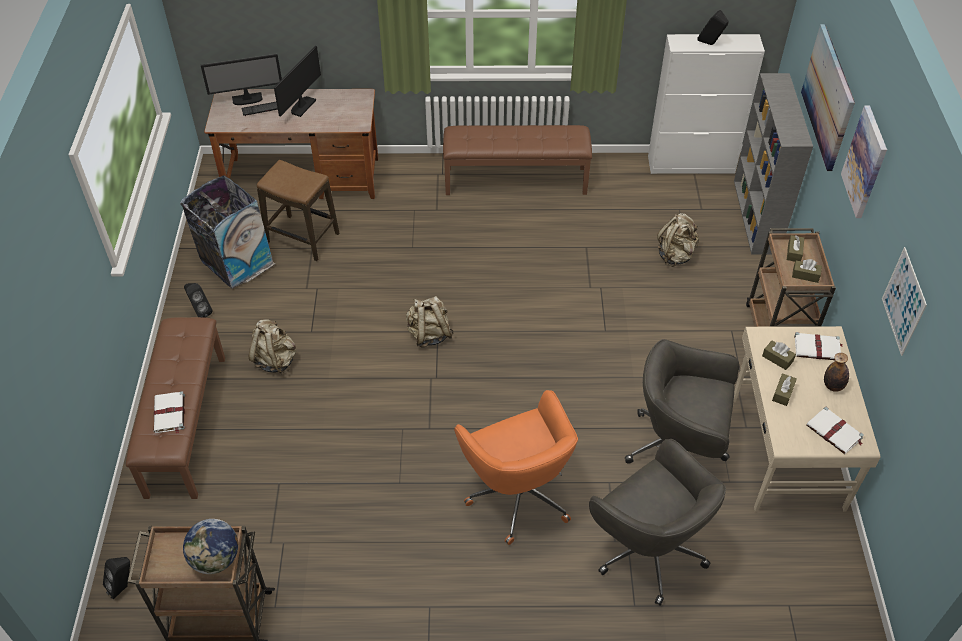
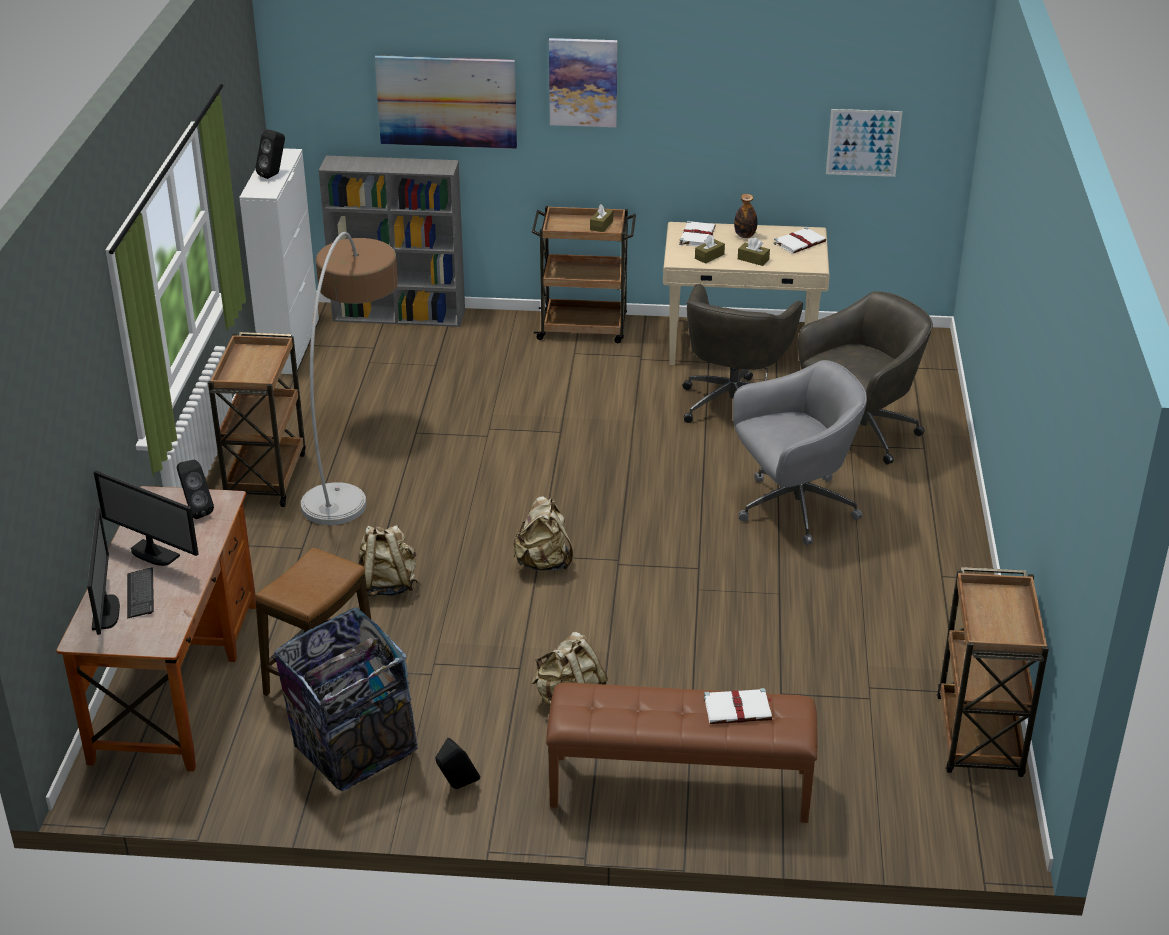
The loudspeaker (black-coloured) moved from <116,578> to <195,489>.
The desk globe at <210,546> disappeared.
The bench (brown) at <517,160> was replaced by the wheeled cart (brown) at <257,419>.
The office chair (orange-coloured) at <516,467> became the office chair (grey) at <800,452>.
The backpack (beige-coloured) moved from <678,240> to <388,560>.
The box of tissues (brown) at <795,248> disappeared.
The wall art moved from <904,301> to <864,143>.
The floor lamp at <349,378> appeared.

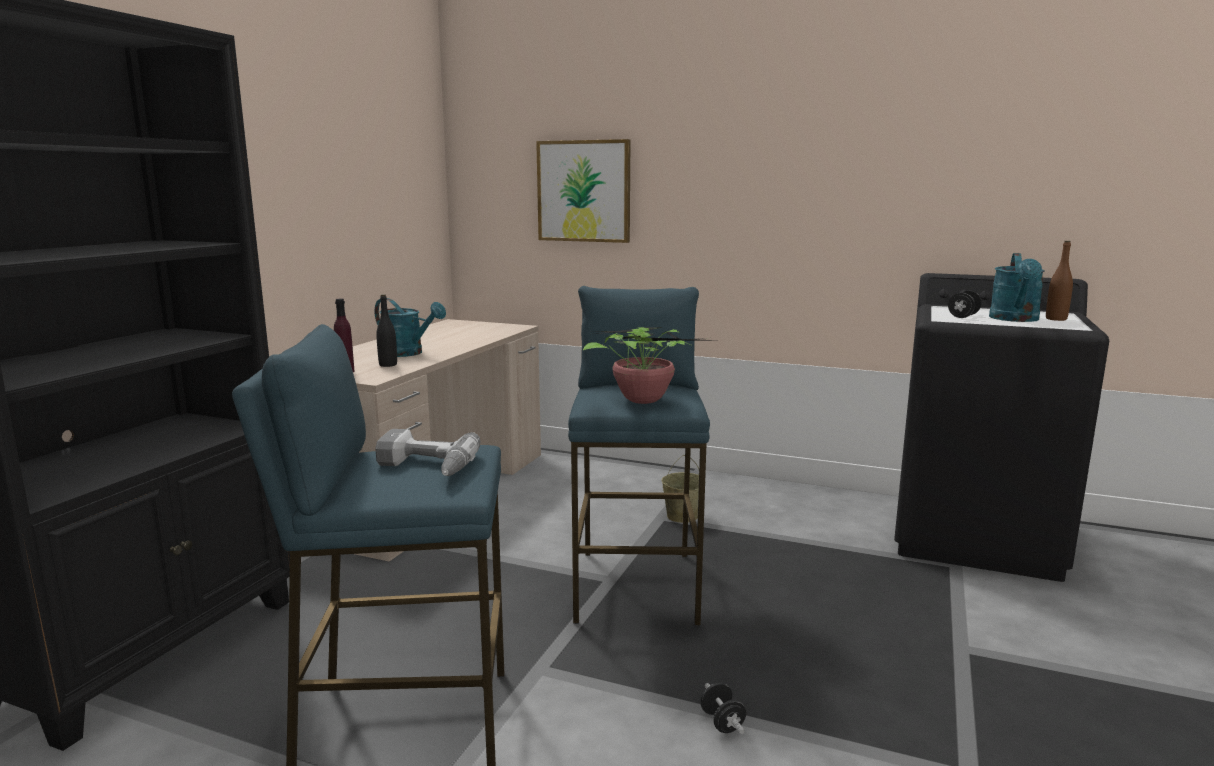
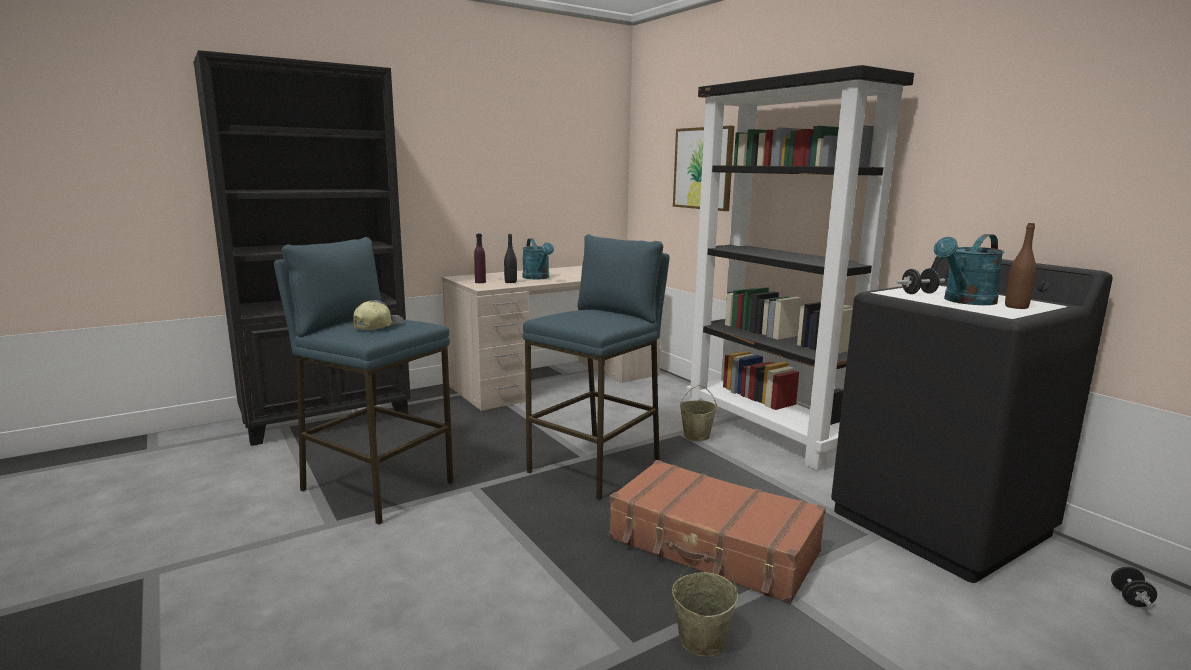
The drill at <427,452> was replaced by the peaked cap at <378,315>.
The plant in a pot at <652,365> disappeared.
The hand weight (black-coloured) moved from <723,708> to <1134,587>.
The suitcase (brown) at <717,532> appeared.
The bucket (beige-coloured) at <705,606> appeared.
The shelving unit (black-coloured) at <800,268> appeared.

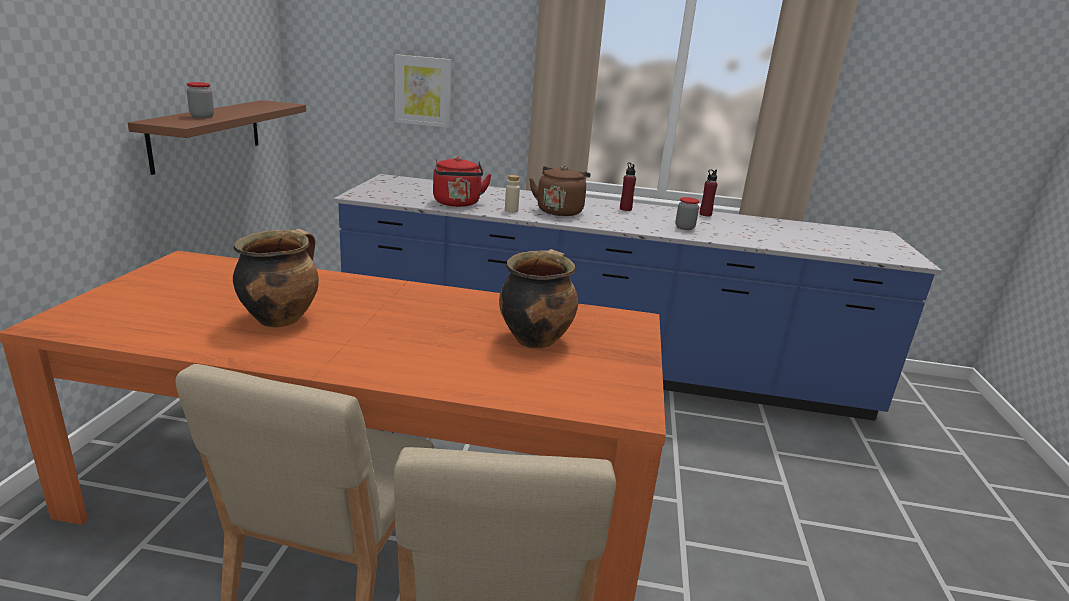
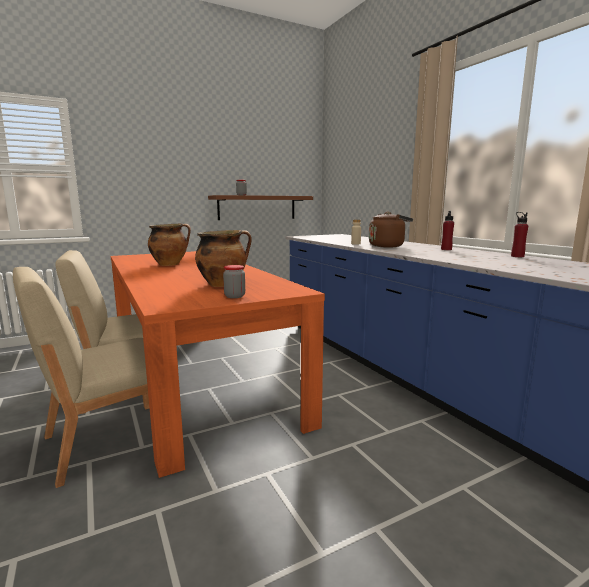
The wall art at <423,91> disappeared.
The water kettle (reddish) at <462,182> disappeared.
The jar moved from <687,213> to <234,281>.

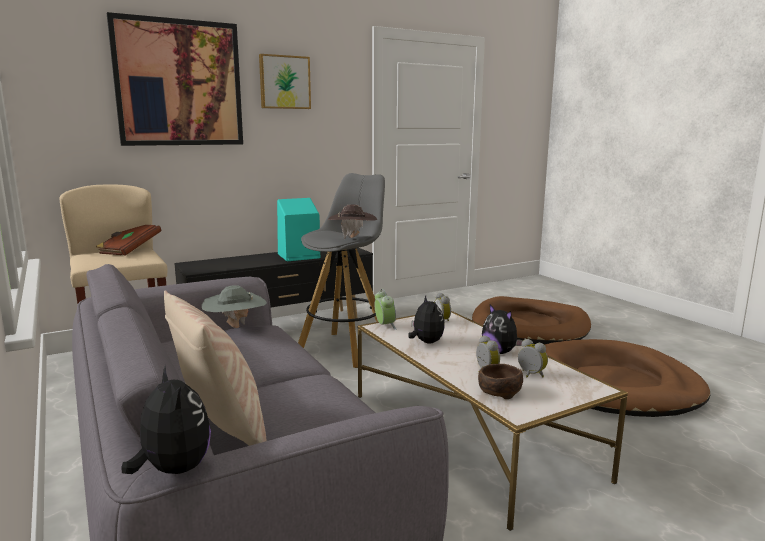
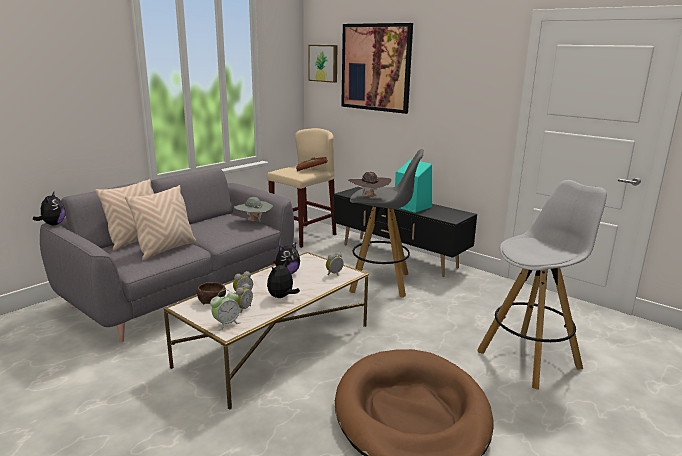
The soft toy at <166,419> turned 45 degrees counterclockwise.
The wall art moved from <285,81> to <322,64>.
The alarm clock moved from <385,309> to <225,310>.
The dog bed (brown) at <531,320> was replaced by the sitting stool (white) at <542,285>.
The pillow (beige-coloured) at <161,223> appeared.

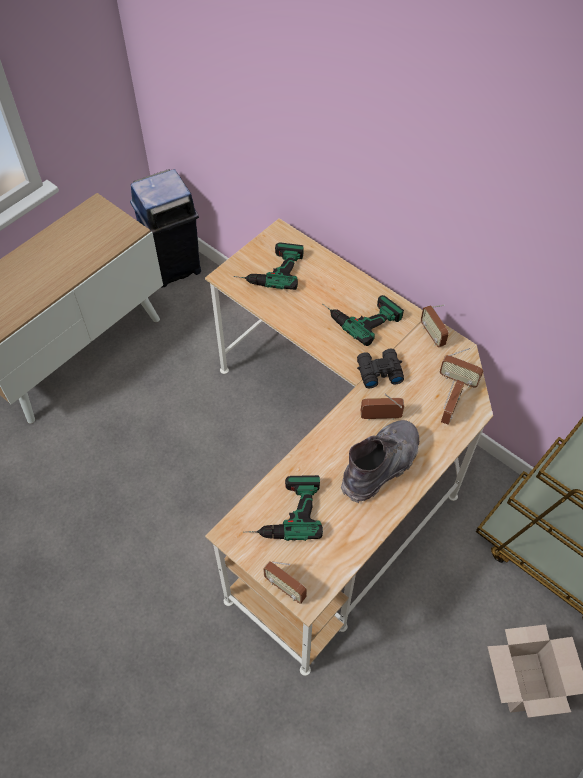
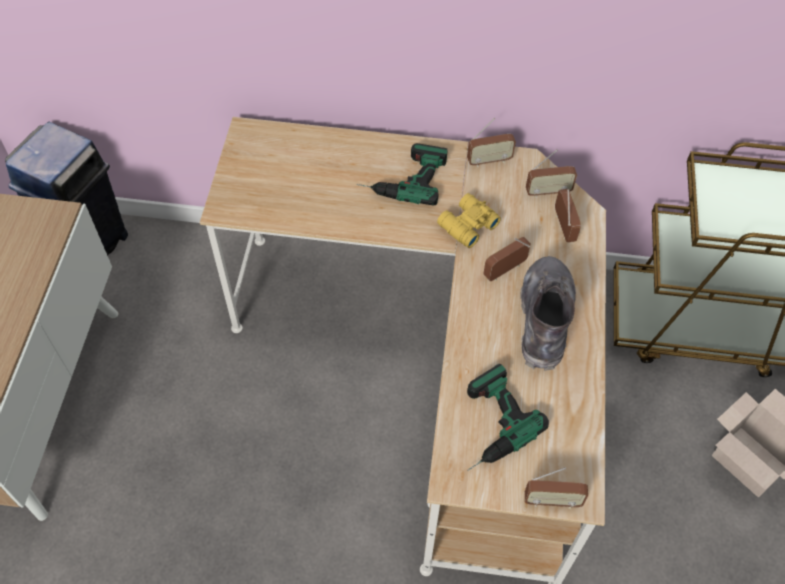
The drill at <269,266> disappeared.
The binoculars (black-coloured) at <380,368> became the binoculars (yellow) at <469,220>.
The radio receiver at <435,326> turned 45 degrees counterclockwise.

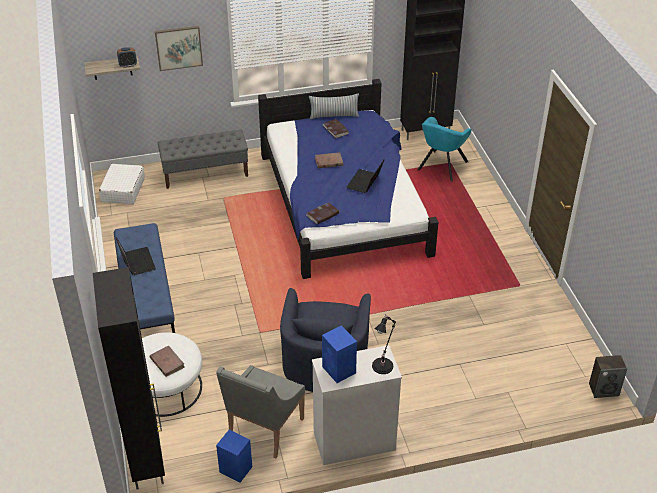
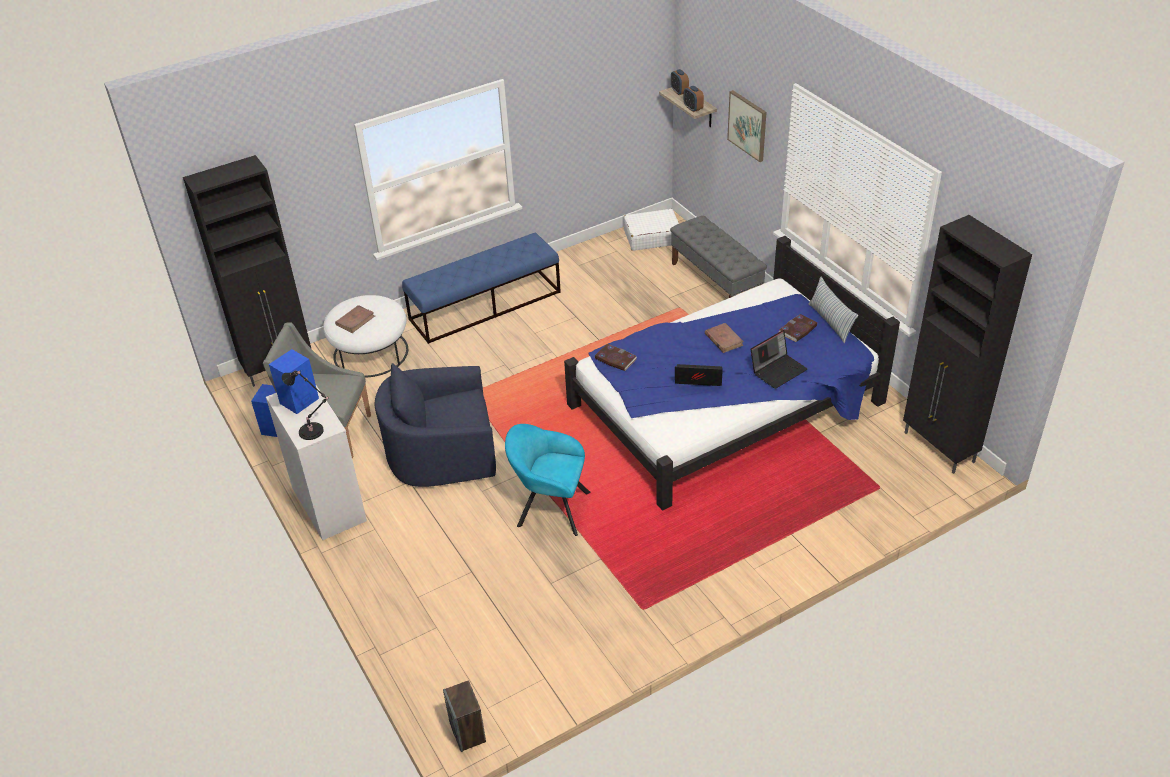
The portable computer moved from <136,256> to <779,359>.
The lounge chair (turquoise-coloured) moved from <444,149> to <547,480>.
The alarm clock at <680,82> appeared.

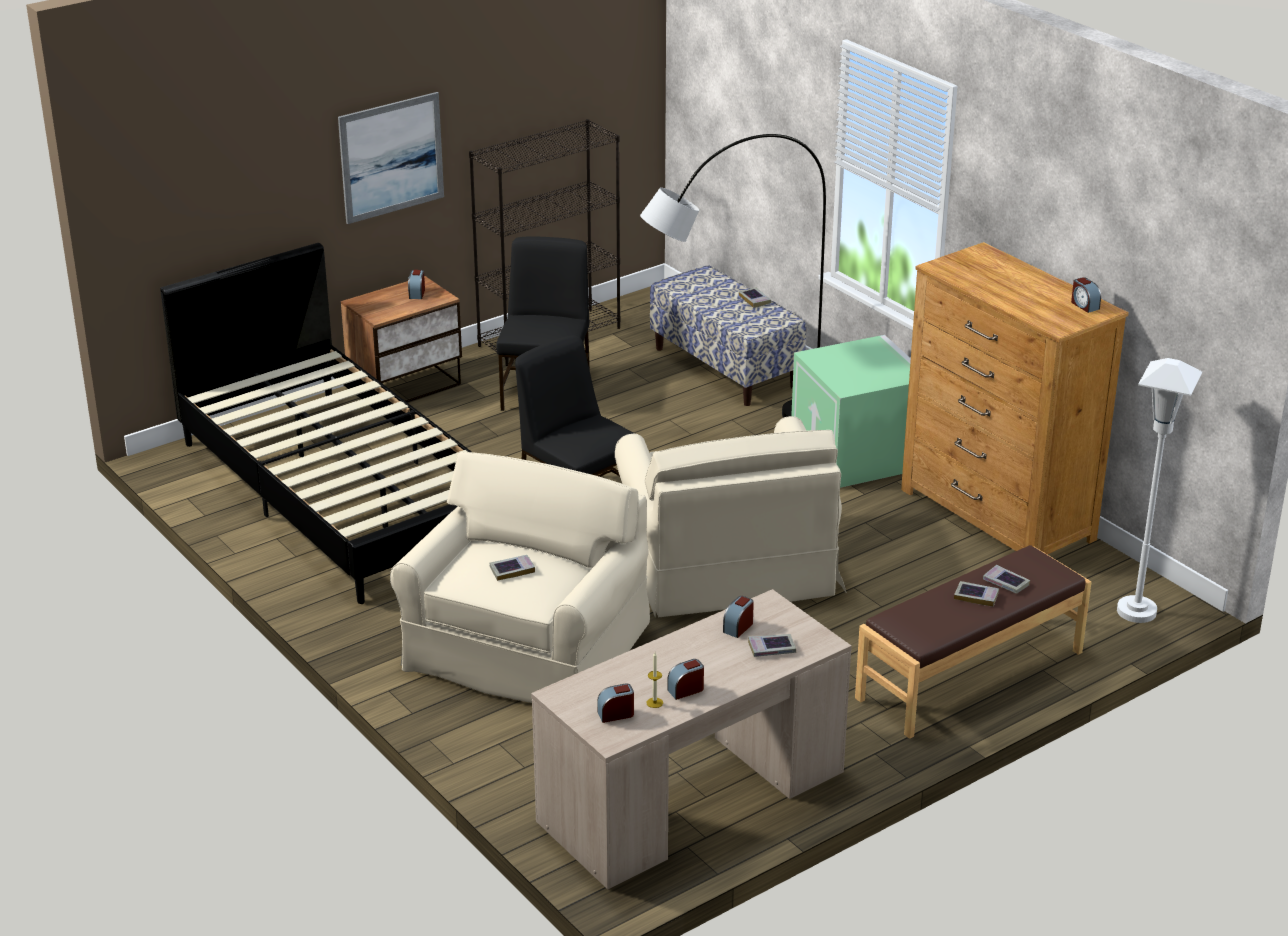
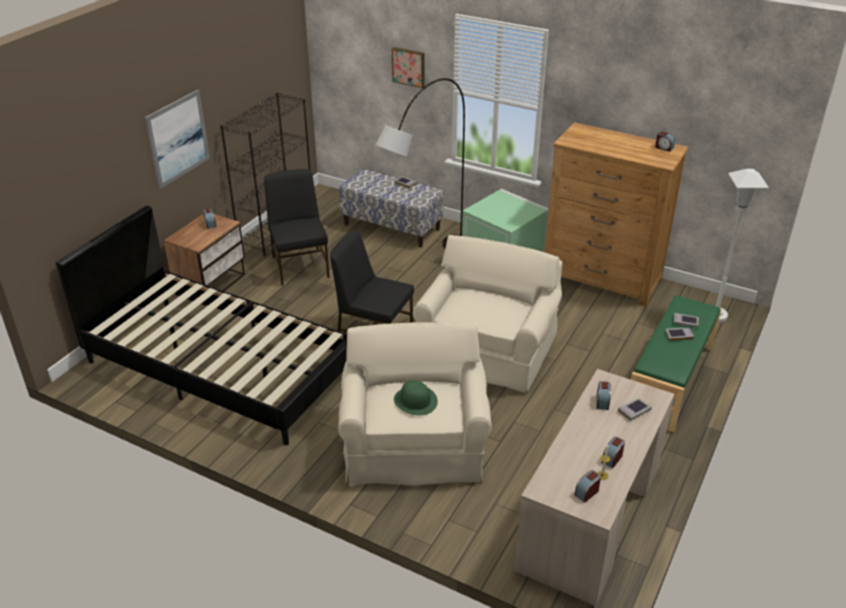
The bound book at <512,568> was replaced by the wearable hat (greenish) at <416,398>.
The lounge chair (beige-coloured) at <730,516> turned 120 degrees counterclockwise.
The bench (brown) at <973,642> became the bench (greenish) at <676,363>.
The wall art at <408,67> appeared.

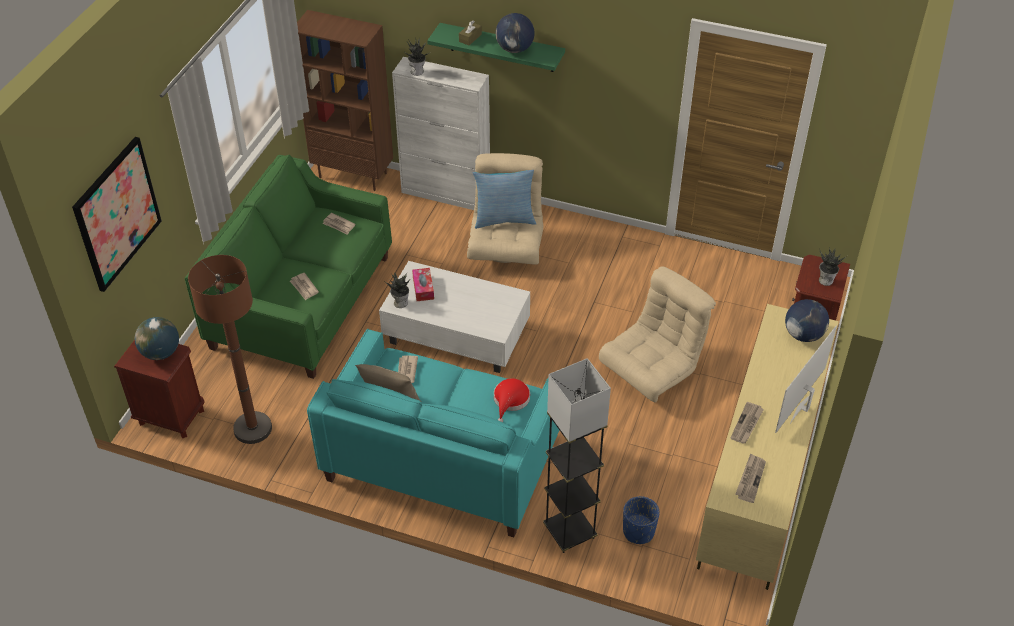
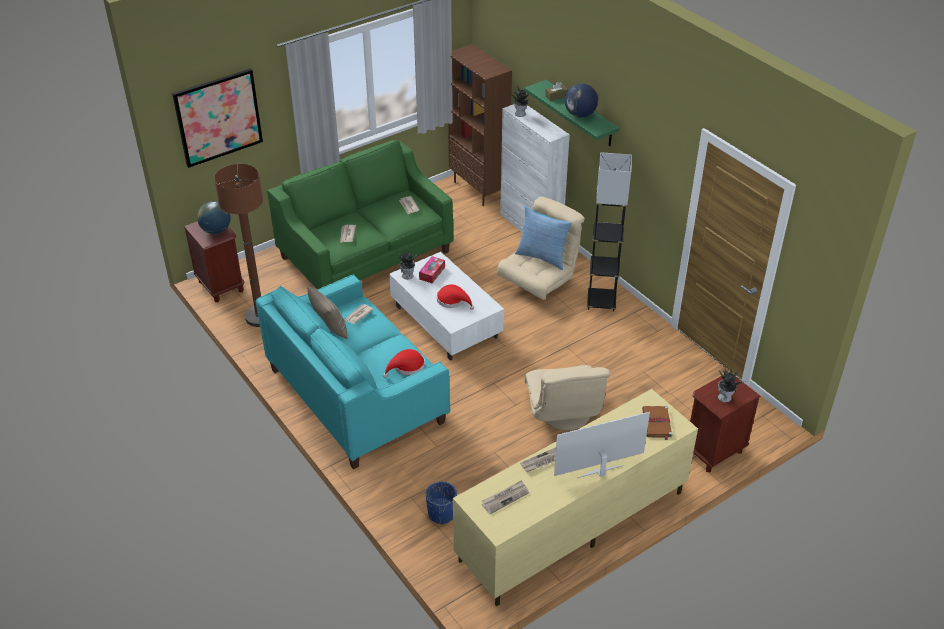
The floor lamp (grey) moved from <577,455> to <609,232>.
The lounge chair (beige-coloured) at <657,334> turned 90 degrees clockwise.
The desk globe at <807,320> was replaced by the bound book (brown) at <657,423>.
The wearable hat (reddish) at <455,297> appeared.

